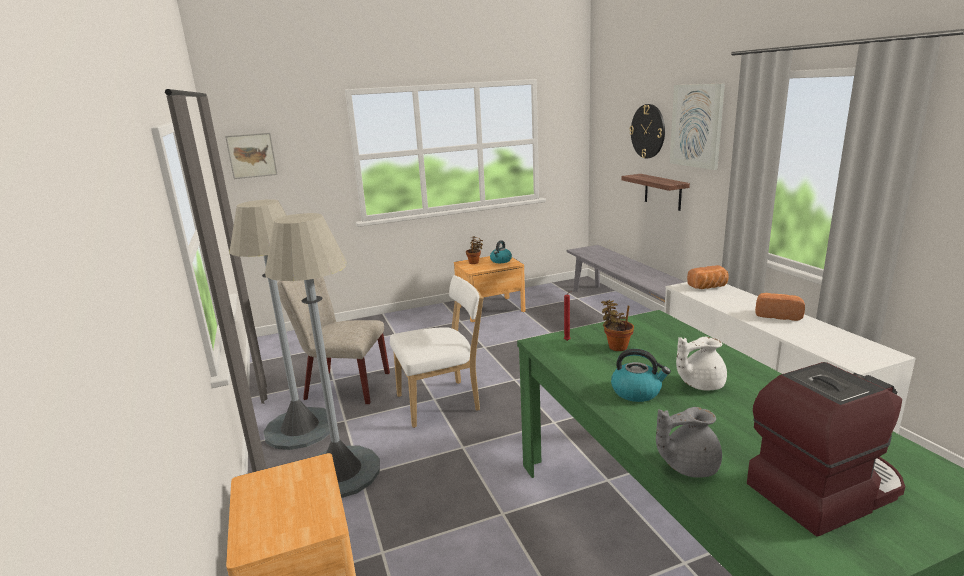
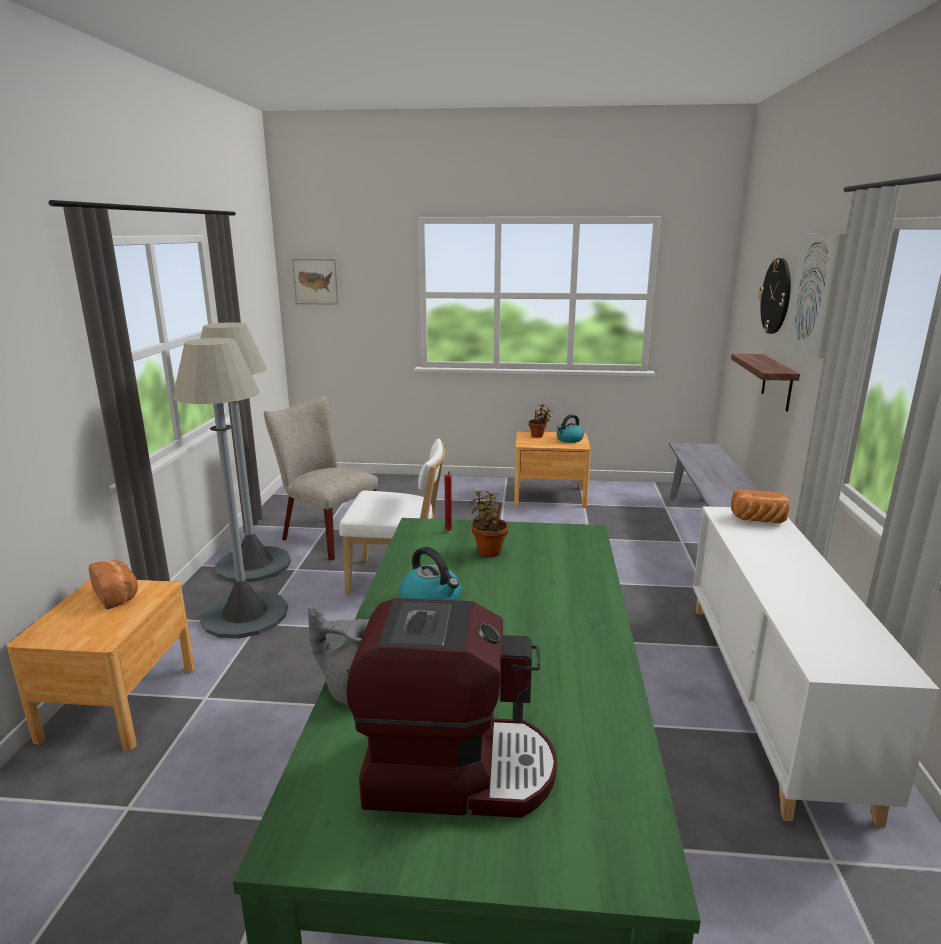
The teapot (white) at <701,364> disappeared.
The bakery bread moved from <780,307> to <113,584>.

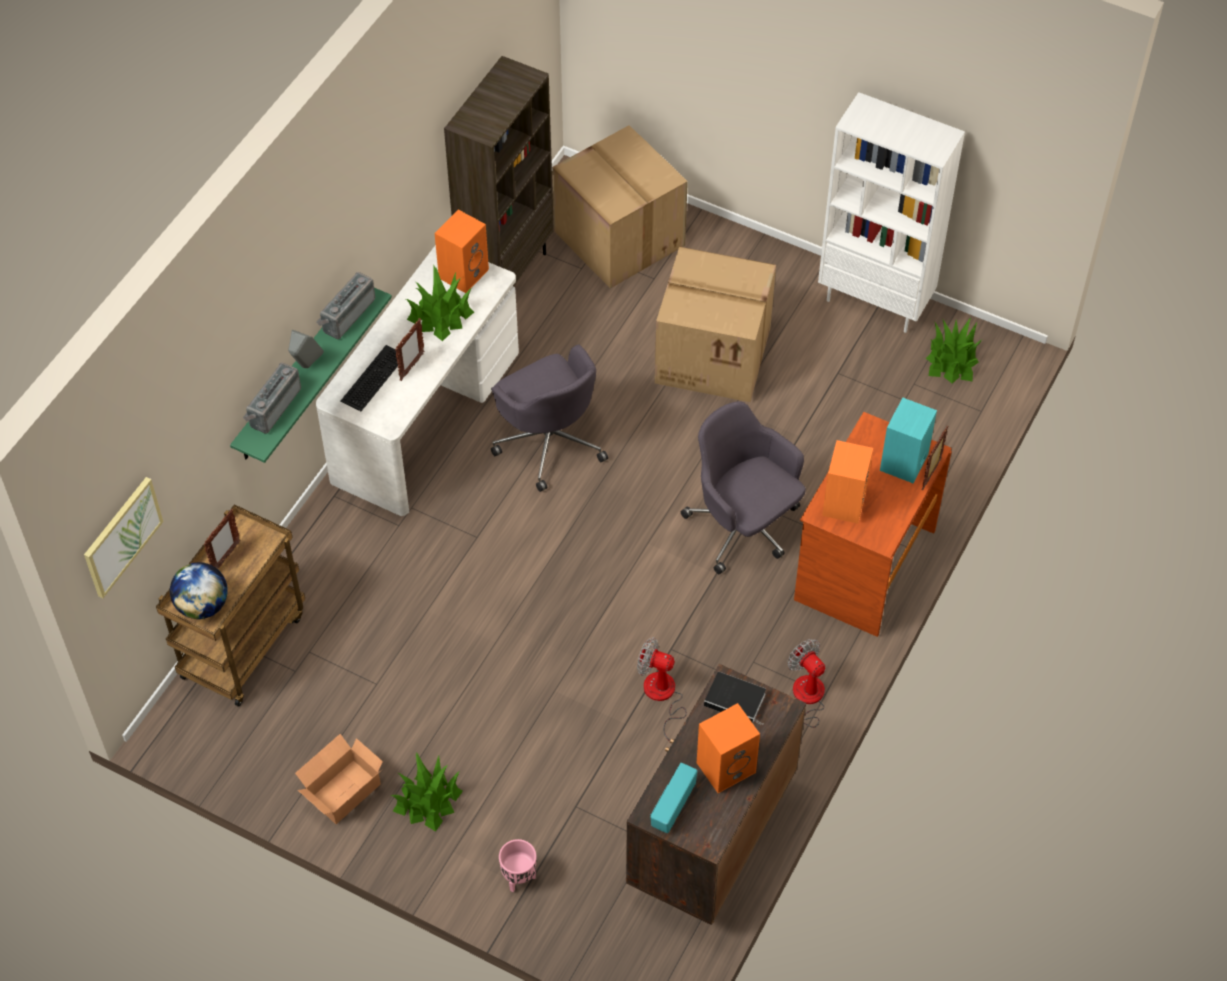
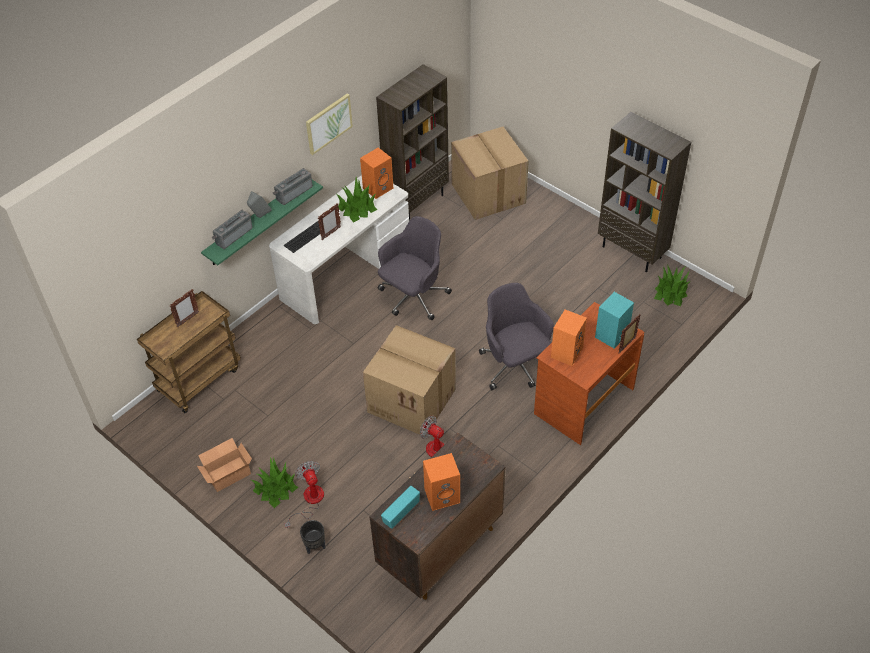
The wall art moved from <123,537> to <329,124>.
The desk globe at <199,590> disappeared.
The office chair (grey) at <549,418> turned 120 degrees counterclockwise.
The planter (pinkish) at <517,865> became the planter (black-coloured) at <313,537>.
The packing box moved from <715,324> to <409,380>.
The bound book at <735,698> disappeared.
The electric fan moved from <806,689> to <304,494>.
The shelving unit (white) at <891,212> became the shelving unit (brown) at <644,192>.

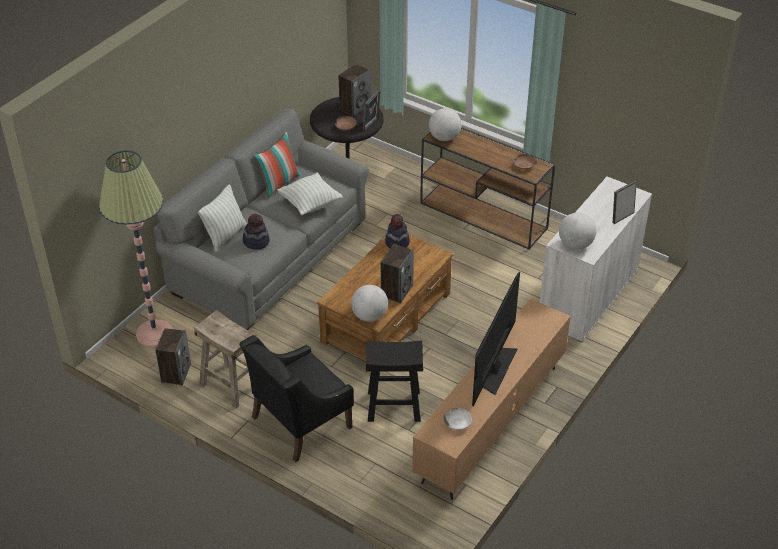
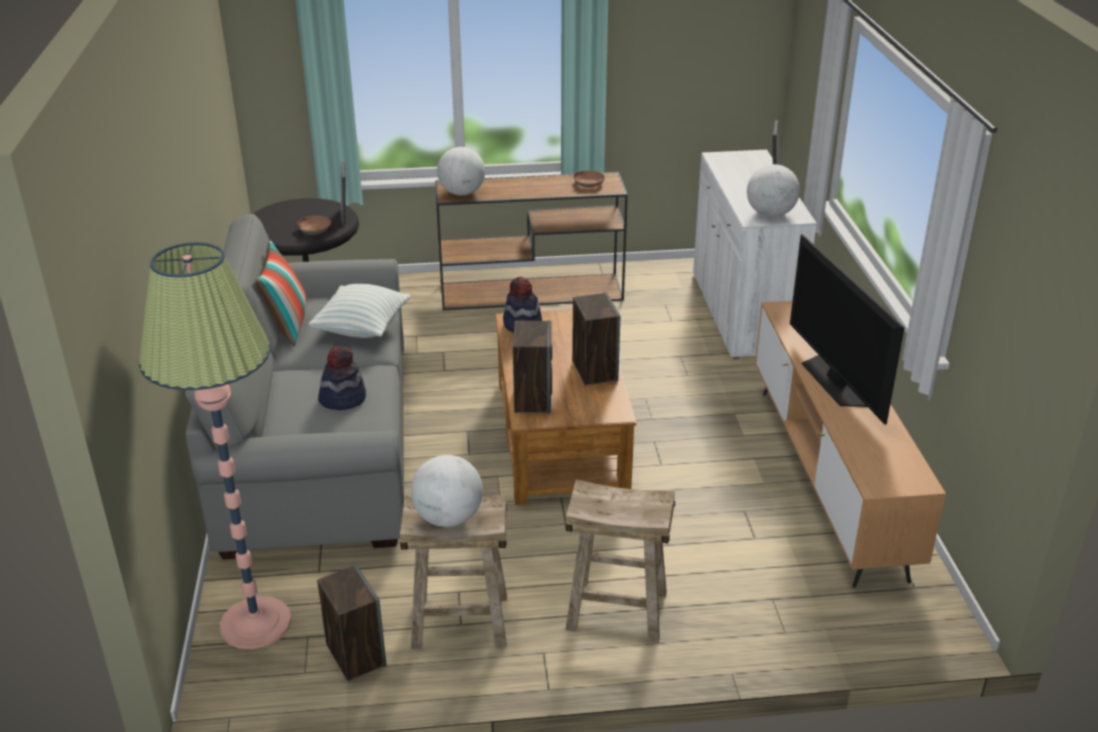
The pillow at <222,218> disappeared.
The lounge chair (black-coloured) at <296,399> was replaced by the sitting stool (beige-coloured) at <620,561>.
The loudspeaker moved from <354,90> to <532,367>.
The desk globe moved from <369,303> to <447,491>.
The sitting stool (black-coloured) at <394,381> disappeared.
The deep dish (white) at <458,419> disappeared.

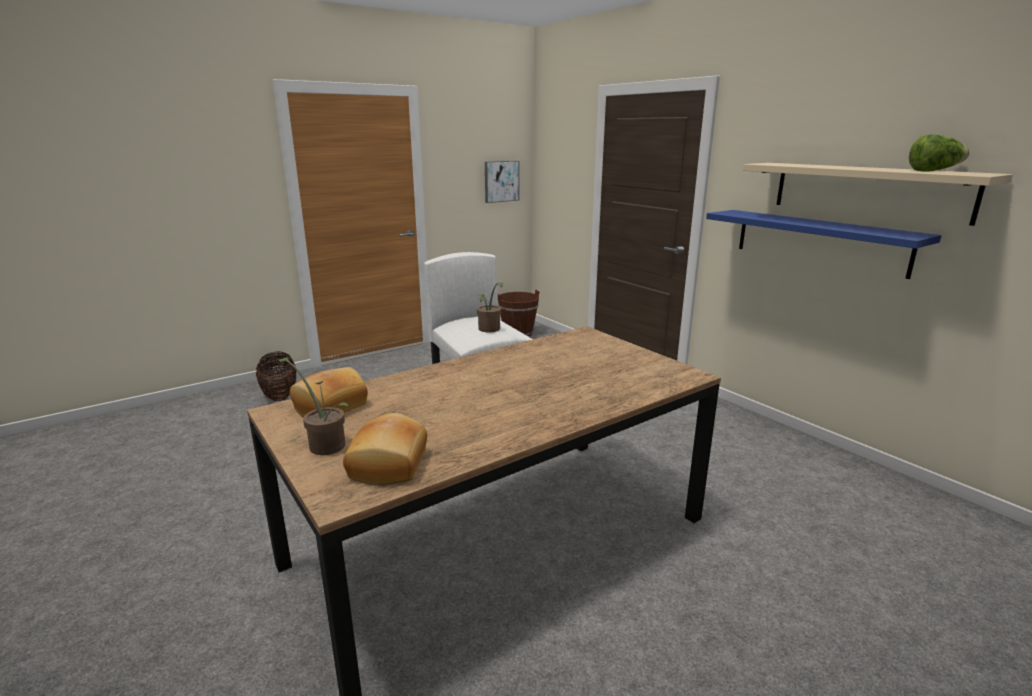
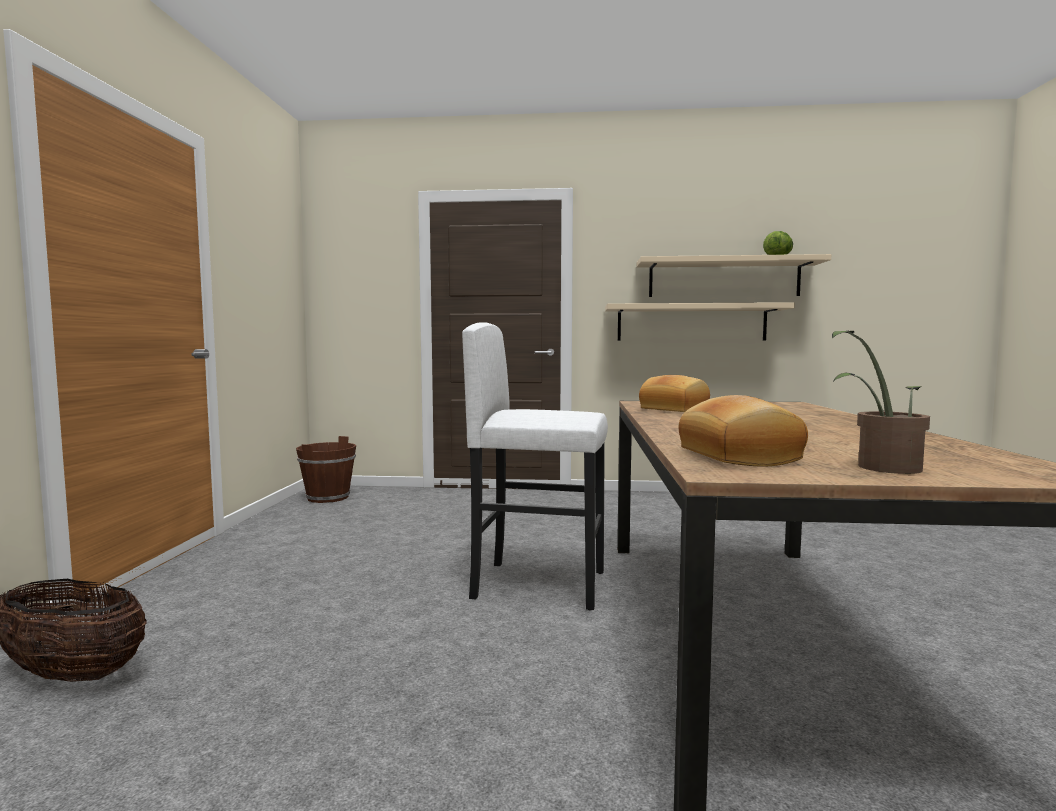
The bakery bread moved from <385,449> to <674,393>.
The plant in a pot at <490,307> disappeared.
The wall art at <502,182> disappeared.
The bracket shelf (bluish) at <823,244> became the bracket shelf (beige-coloured) at <700,321>.

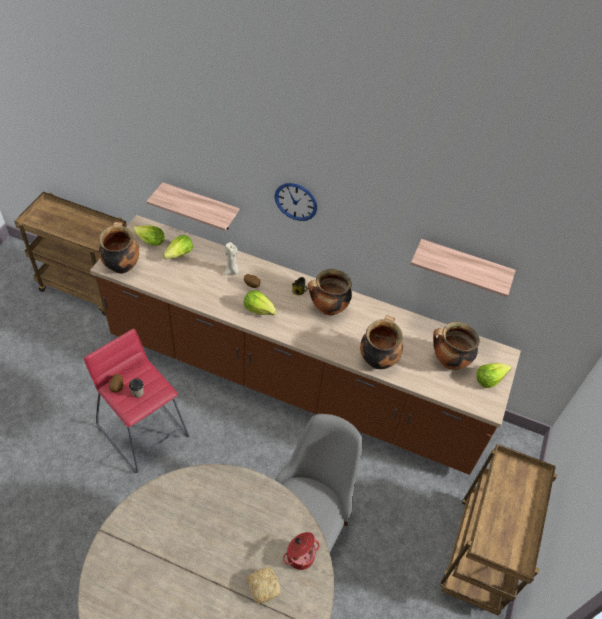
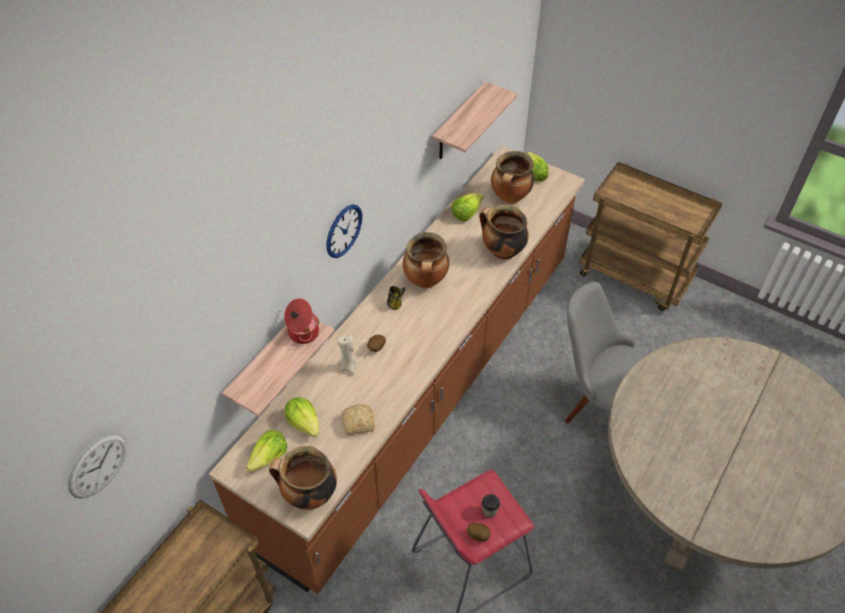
The lettuce moved from <260,302> to <467,207>.
The bakery bread moved from <263,585> to <358,420>.
The stockpot moved from <301,551> to <301,321>.
The hanging clock at <97,466> appeared.

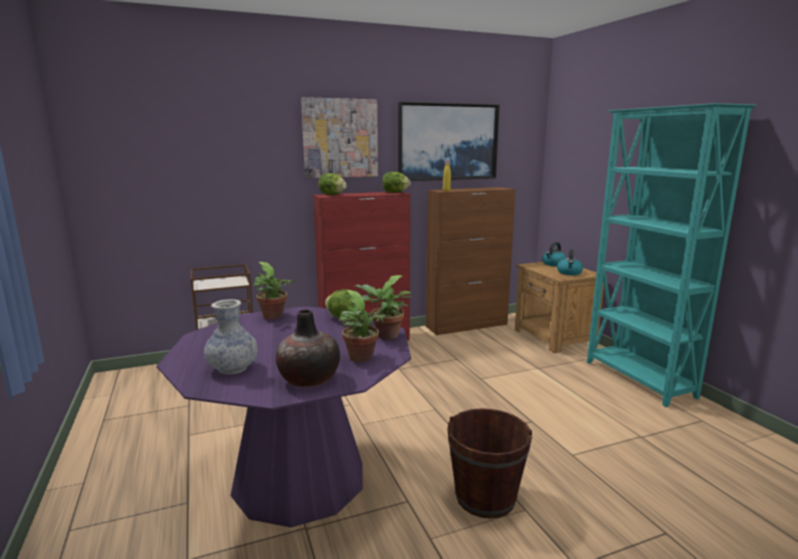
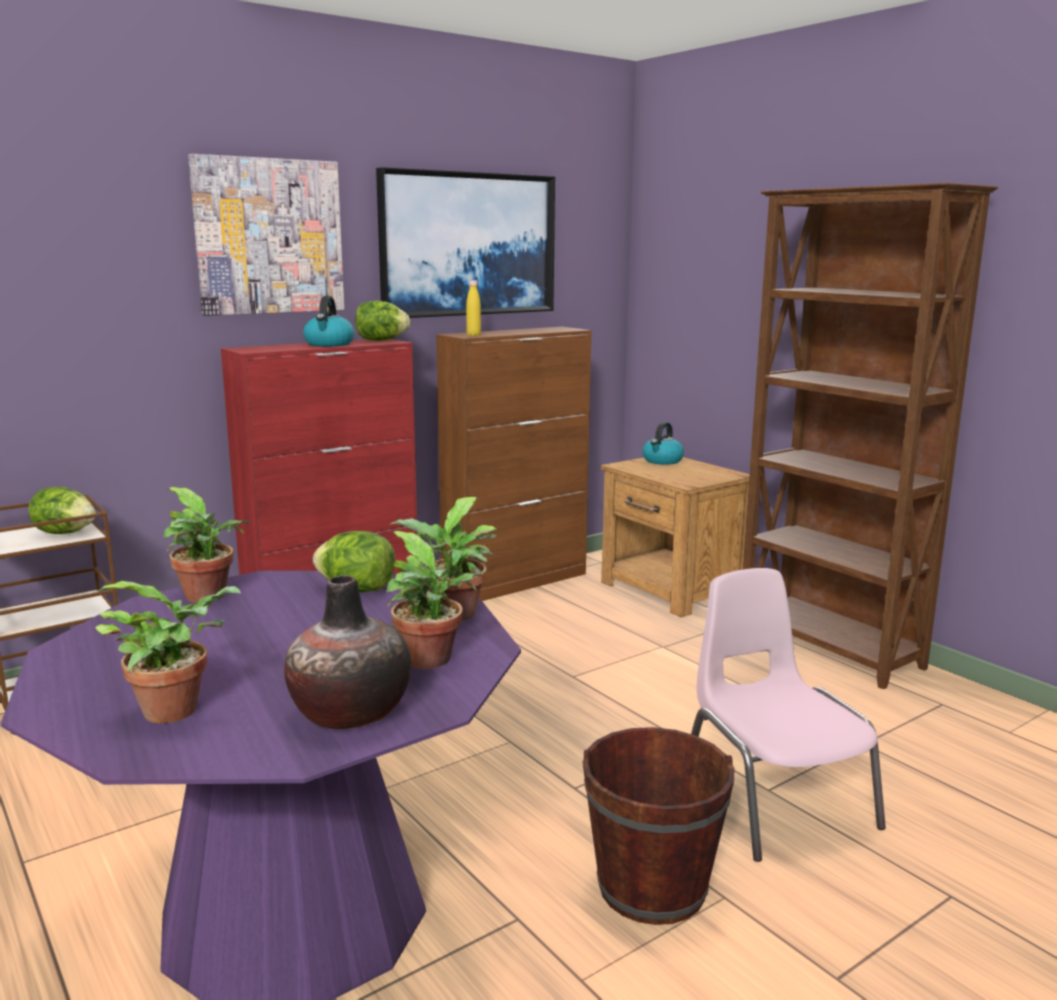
The decorative vase at <231,336> was replaced by the plant in a pot at <168,652>.
The lettuce moved from <332,184> to <62,510>.
The water kettle moved from <570,262> to <328,321>.
The shelving unit (turquoise-coloured) at <671,255> became the shelving unit (brown) at <870,436>.
The upright chair (pinkish) at <788,715> appeared.

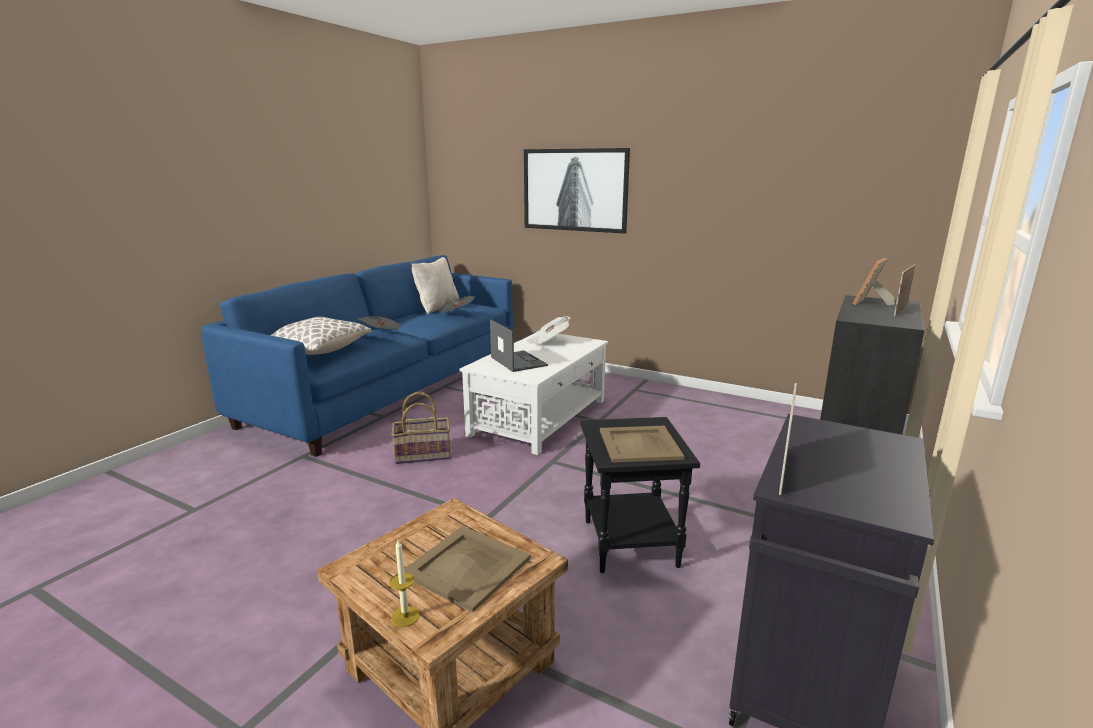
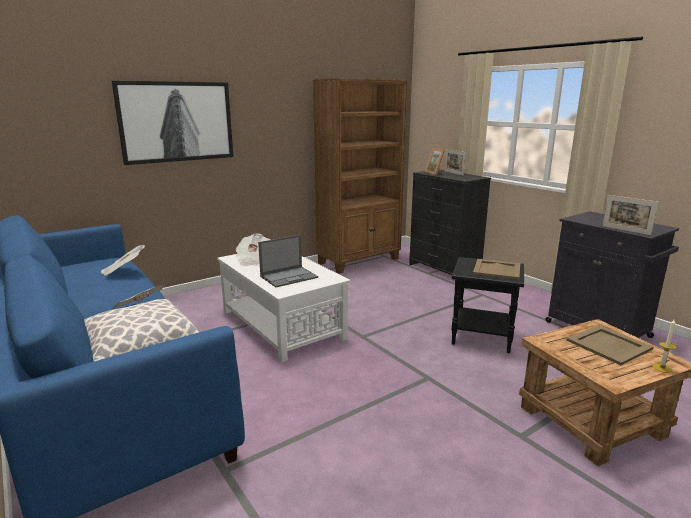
The storage basket at <421,428> disappeared.
The pillow (beige-coloured) at <435,286> disappeared.
The portable computer at <519,346> turned 150 degrees clockwise.
The shelving unit (brown) at <360,176> appeared.

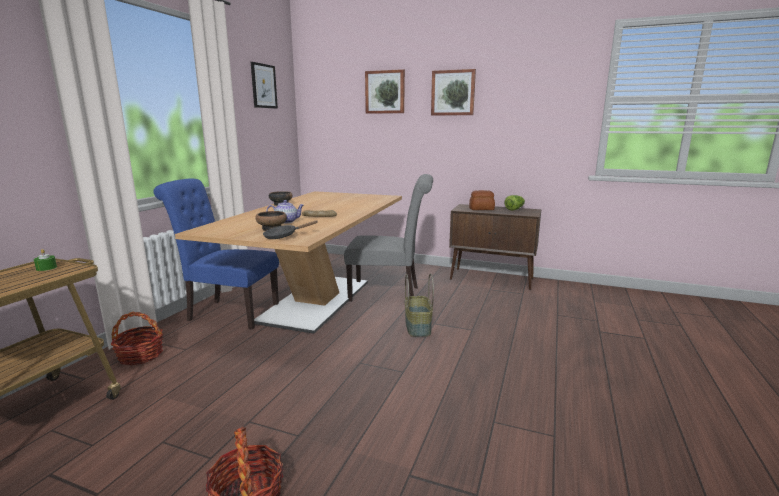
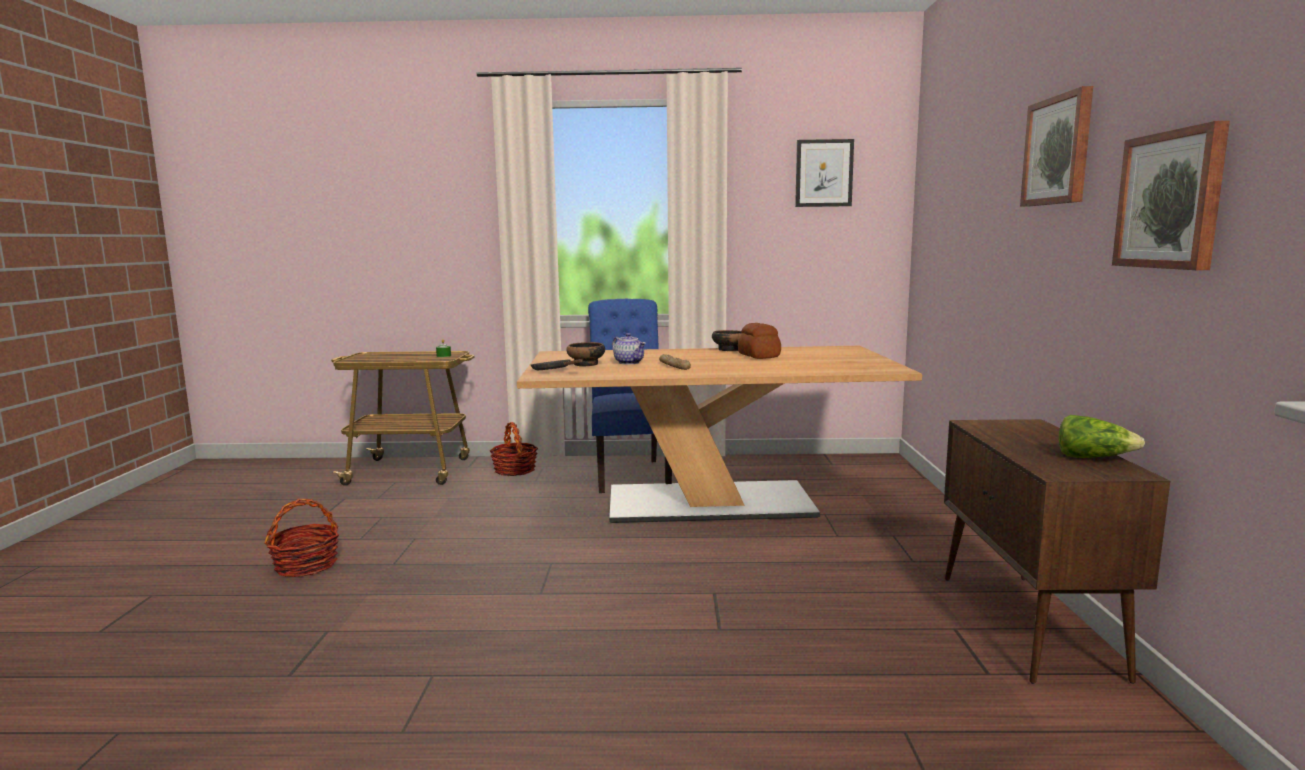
The upright chair (grey) at <388,238> disappeared.
The wall art moved from <385,91> to <1171,195>.
The storage basket at <419,305> disappeared.
The bakery bread moved from <482,200> to <759,341>.

